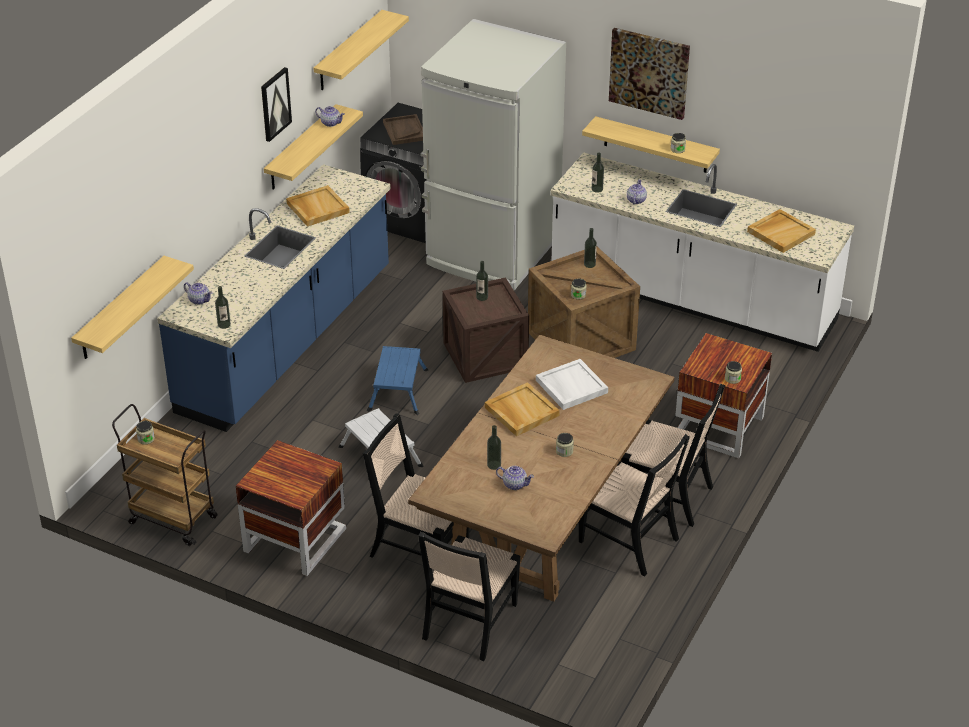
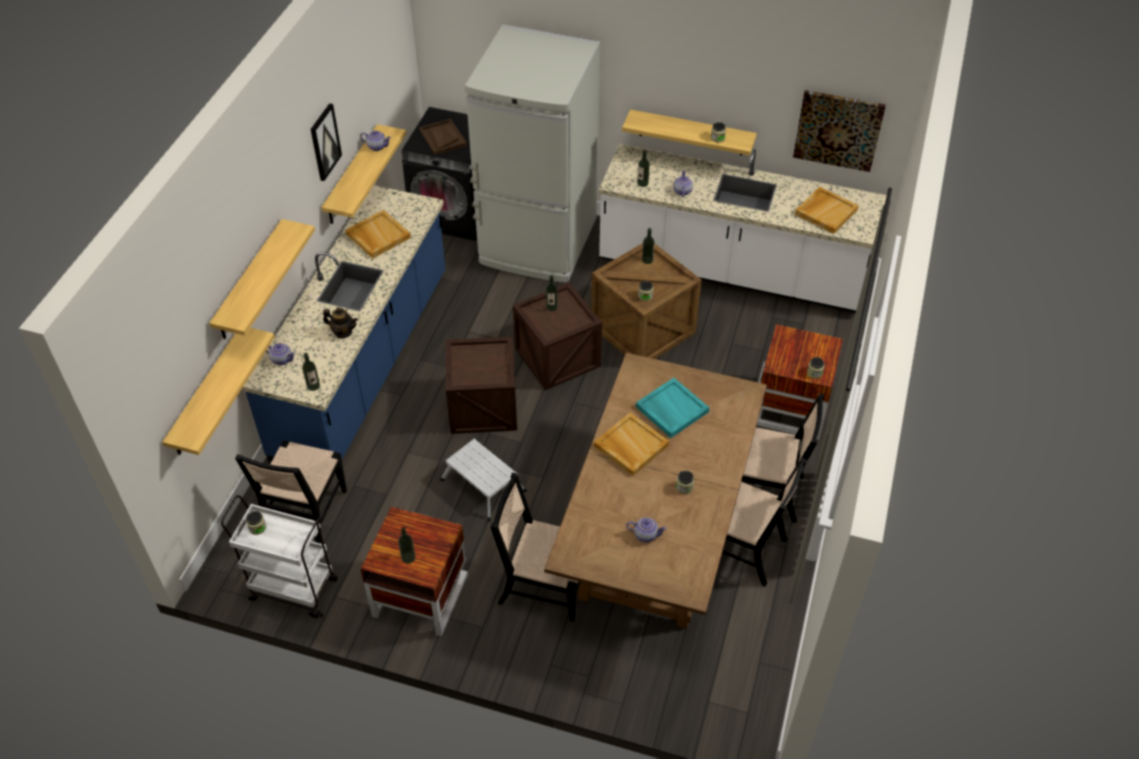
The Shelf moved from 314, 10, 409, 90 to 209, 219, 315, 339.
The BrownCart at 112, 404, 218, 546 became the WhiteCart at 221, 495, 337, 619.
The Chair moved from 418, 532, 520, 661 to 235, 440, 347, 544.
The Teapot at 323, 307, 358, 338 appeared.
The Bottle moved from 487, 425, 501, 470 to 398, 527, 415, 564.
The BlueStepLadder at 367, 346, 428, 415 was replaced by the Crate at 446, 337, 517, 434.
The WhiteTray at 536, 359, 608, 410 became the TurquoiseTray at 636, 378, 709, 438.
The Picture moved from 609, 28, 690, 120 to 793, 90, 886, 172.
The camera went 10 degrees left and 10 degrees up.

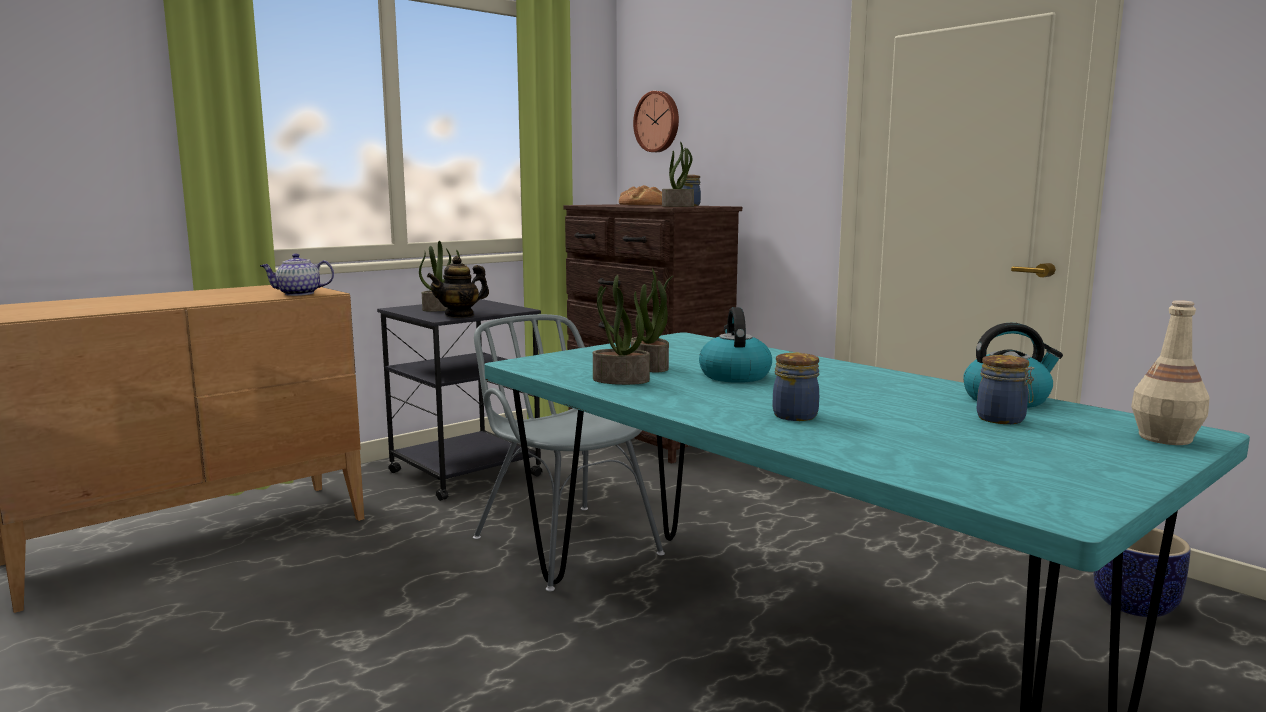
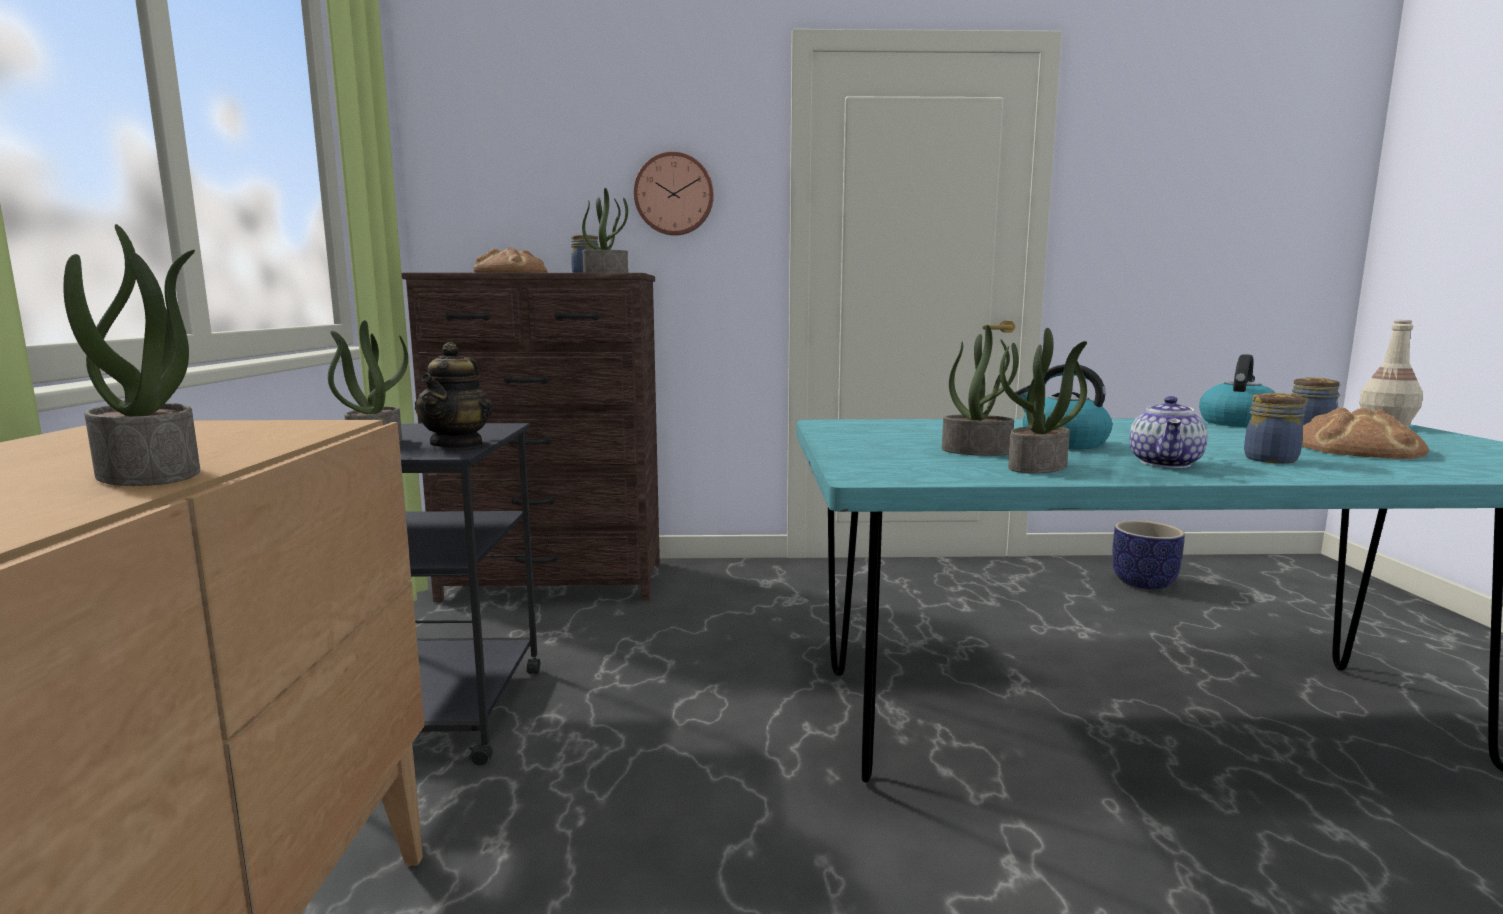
The PottedPlant at 63, 224, 200, 486 appeared.
The WallClock moved from 633, 91, 679, 152 to 634, 152, 714, 236.
The Teapot moved from 260, 253, 334, 296 to 1129, 396, 1207, 468.
The Bread at 1302, 407, 1429, 459 appeared.
The GreyChair at 473, 314, 665, 591 disappeared.
The camera went 50 degrees left and 0 degrees up.

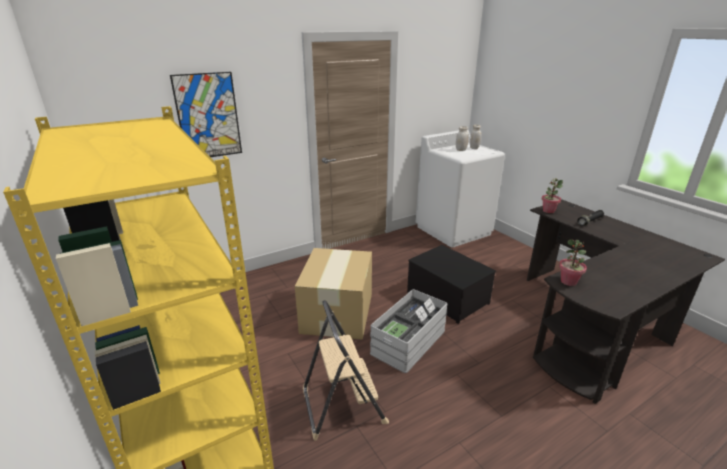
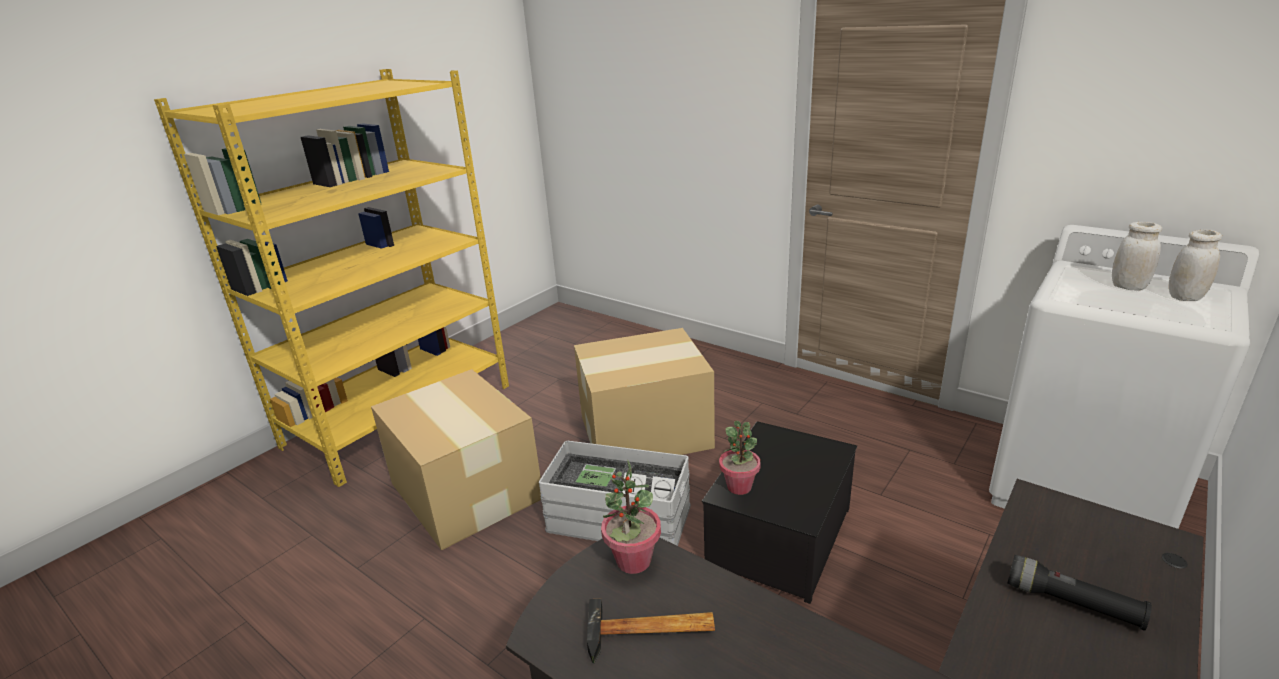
The BeigeStepLadder at 303, 300, 389, 441 was replaced by the CardboardBox at 371, 369, 541, 551.
The Hammer at 587, 599, 715, 663 appeared.
The PottedPlant moved from 542, 178, 563, 213 to 719, 421, 761, 495.
The Picture at 170, 72, 242, 157 disappeared.
The camera went 70 degrees right and 0 degrees up.

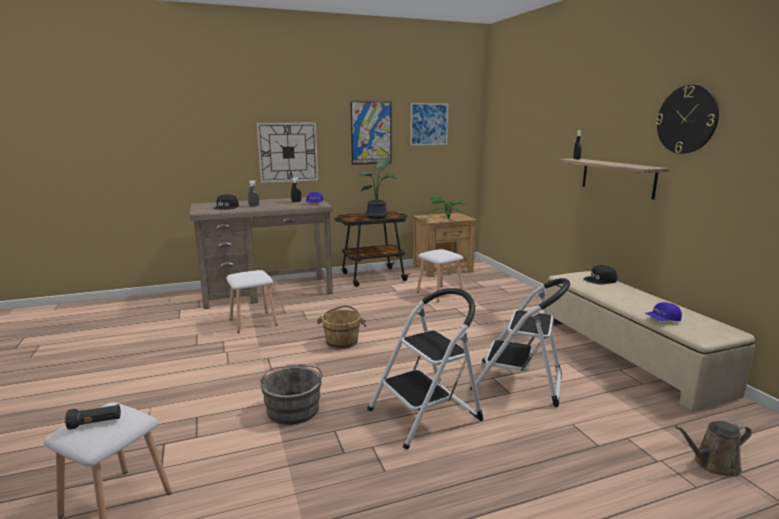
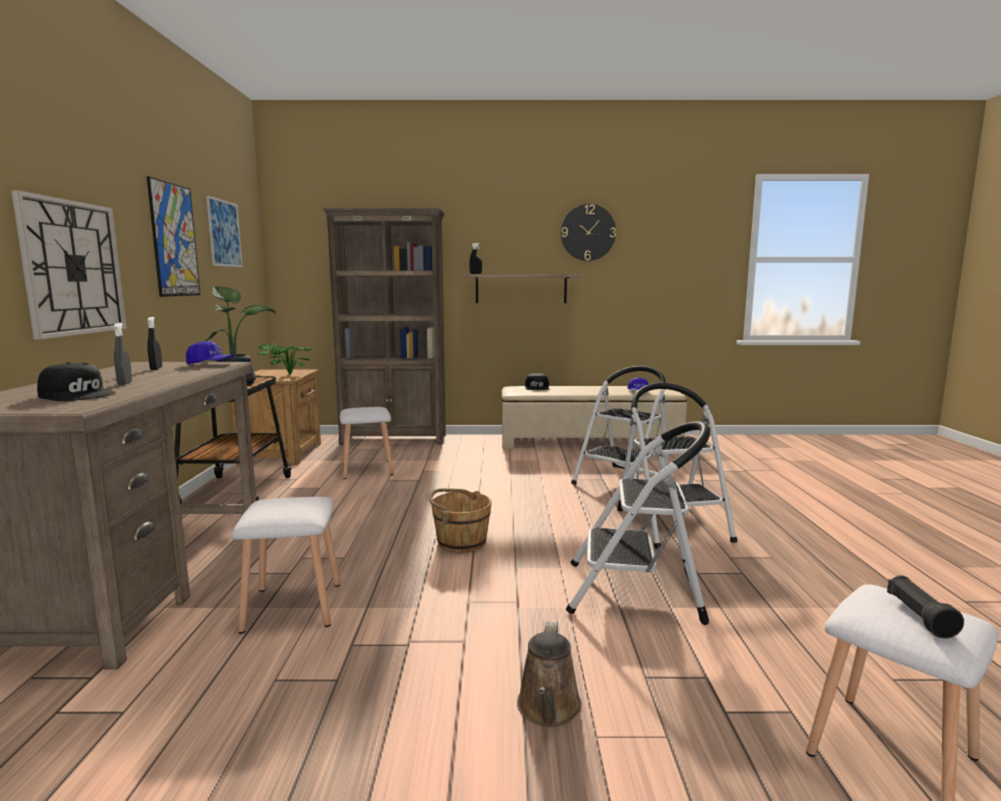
The BrownBookcase at 322, 208, 446, 445 appeared.
The BrownWateringCan moved from 675, 421, 752, 477 to 517, 621, 582, 727.
The GreyBucket at 260, 364, 323, 425 was replaced by the StepLadder at 566, 421, 710, 625.
The camera went 70 degrees left and 5 degrees down.

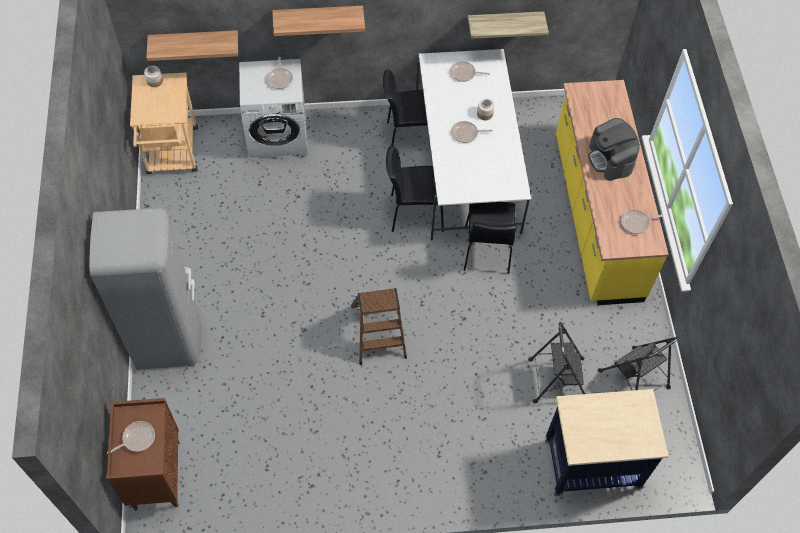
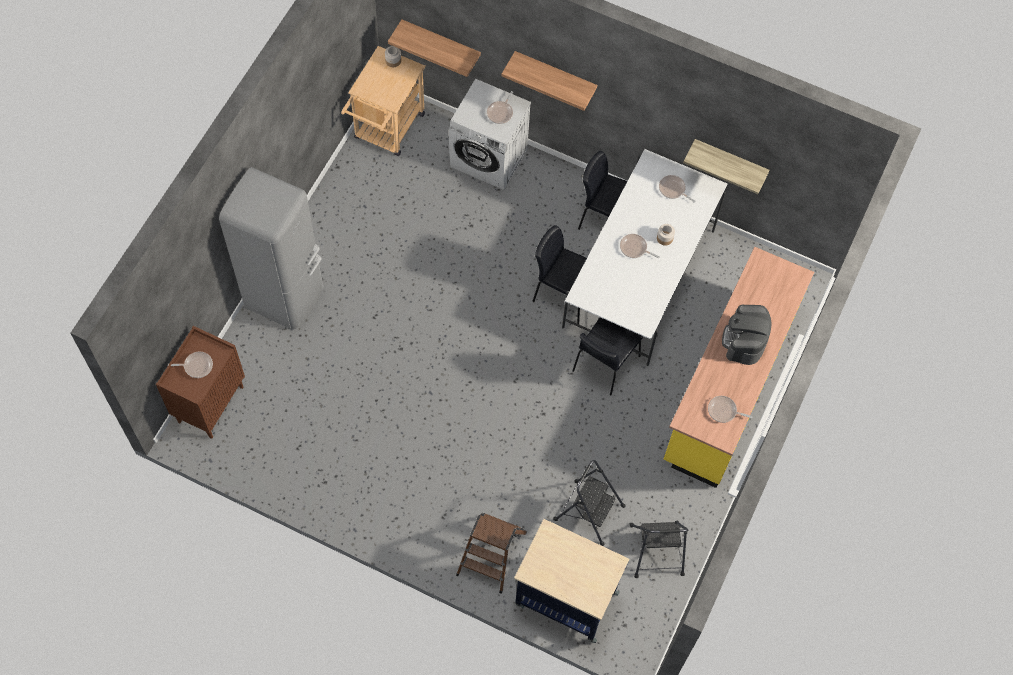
The BrownStepLadder moved from 351, 288, 407, 365 to 456, 513, 527, 594.
The camera went 30 degrees right and 5 degrees up.

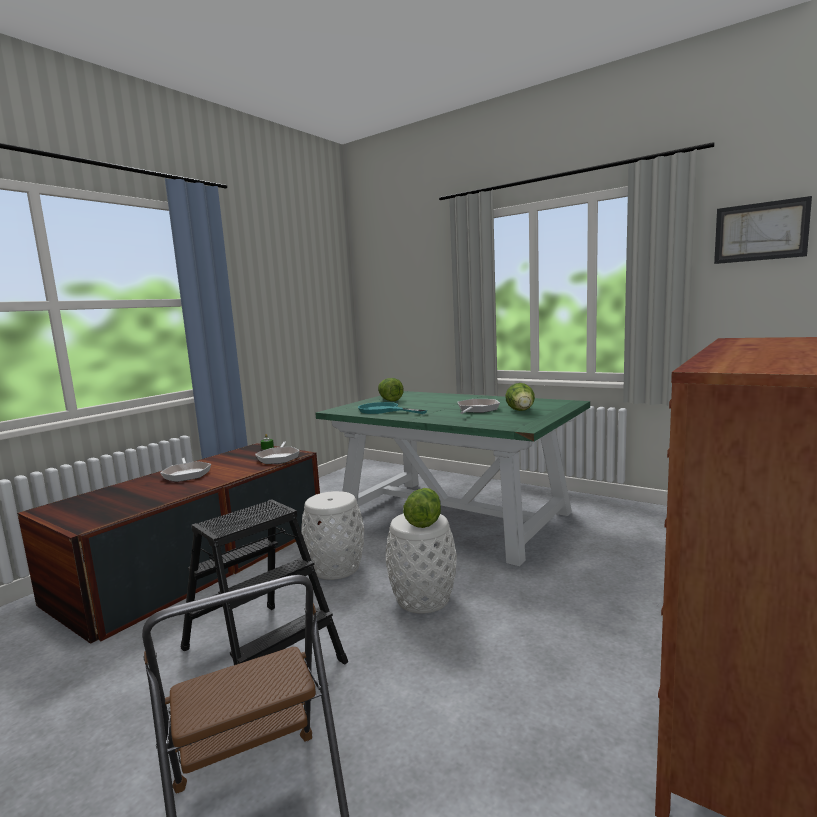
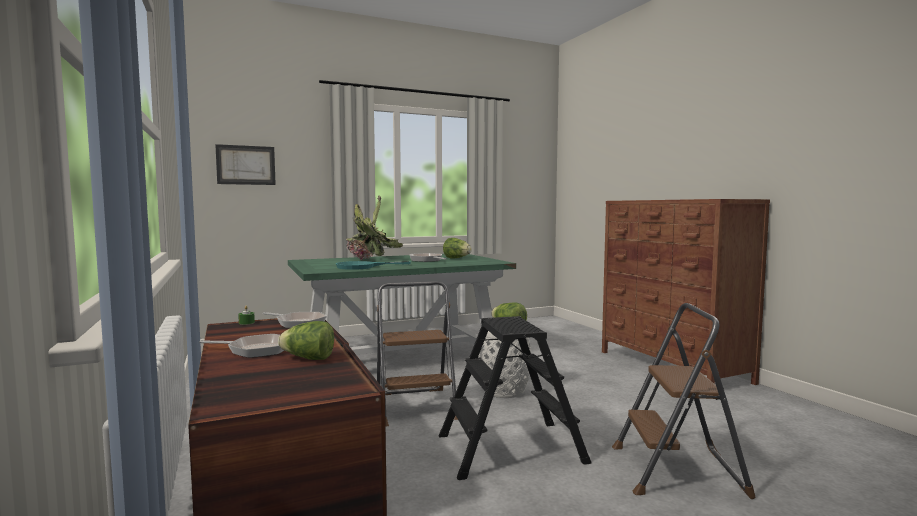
The Picture moved from 714, 196, 812, 264 to 215, 144, 276, 185.
The Lettuce moved from 378, 378, 404, 401 to 278, 321, 334, 360.
The PottedPlant at 346, 195, 403, 260 appeared.
The WhiteStool at 301, 491, 364, 580 was replaced by the BrownStepLadder at 377, 281, 458, 427.
The camera went 60 degrees left and 5 degrees down.

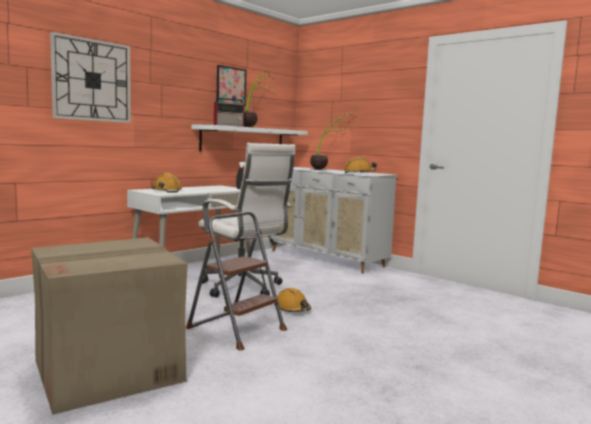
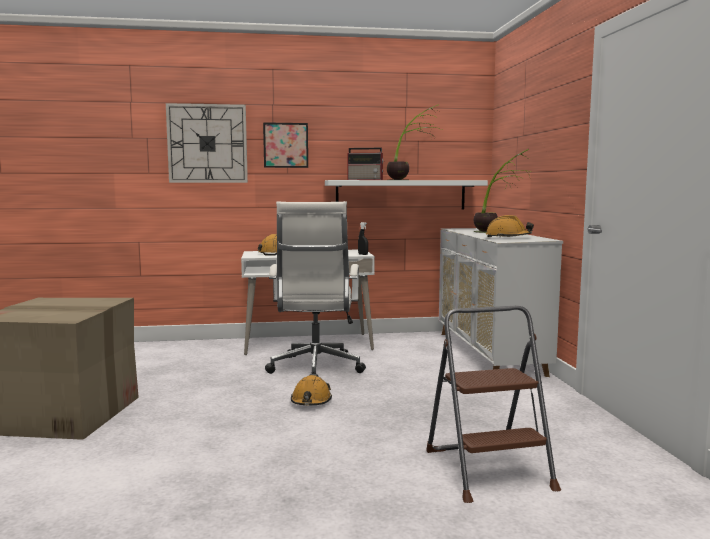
The Picture moved from 217, 65, 246, 106 to 263, 122, 308, 168.
The BrownStepLadder moved from 186, 212, 287, 351 to 426, 306, 561, 503.
The camera went 40 degrees right and 0 degrees up.

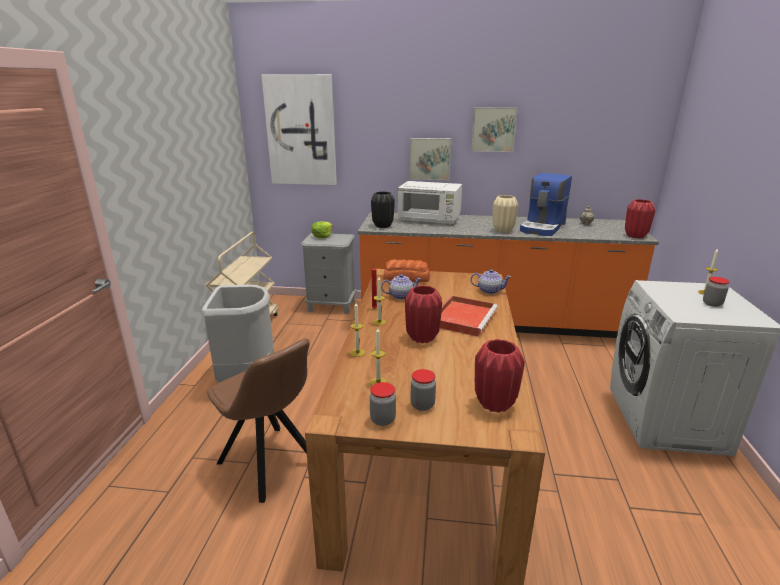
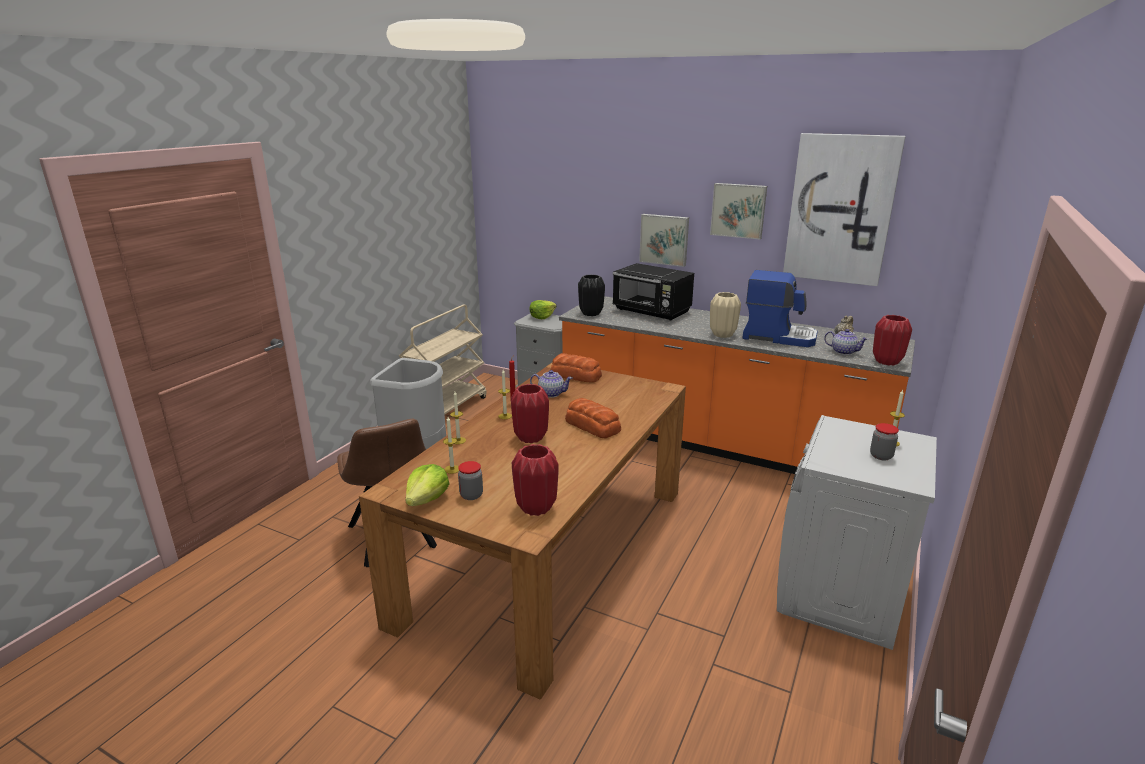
The Jar at 370, 382, 396, 426 was replaced by the Lettuce at 405, 464, 450, 506.
The RedTray at 440, 296, 498, 337 was replaced by the Bread at 565, 398, 621, 438.
The WhiteMicrowave at 398, 181, 462, 225 became the BlackMicrowave at 613, 263, 694, 321.
The CoffeeMachine at 520, 173, 572, 236 turned 120 degrees counterclockwise.
The Picture moved from 261, 74, 337, 185 to 783, 133, 906, 286.
The Teapot moved from 470, 269, 511, 294 to 824, 329, 868, 355.
The camera went 20 degrees right and 0 degrees up.

